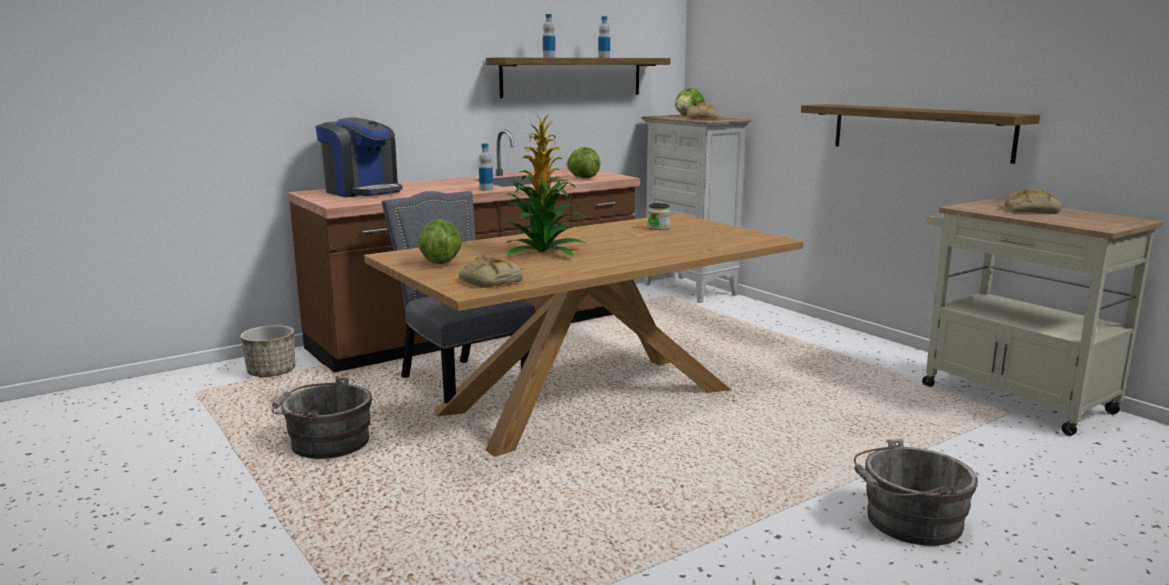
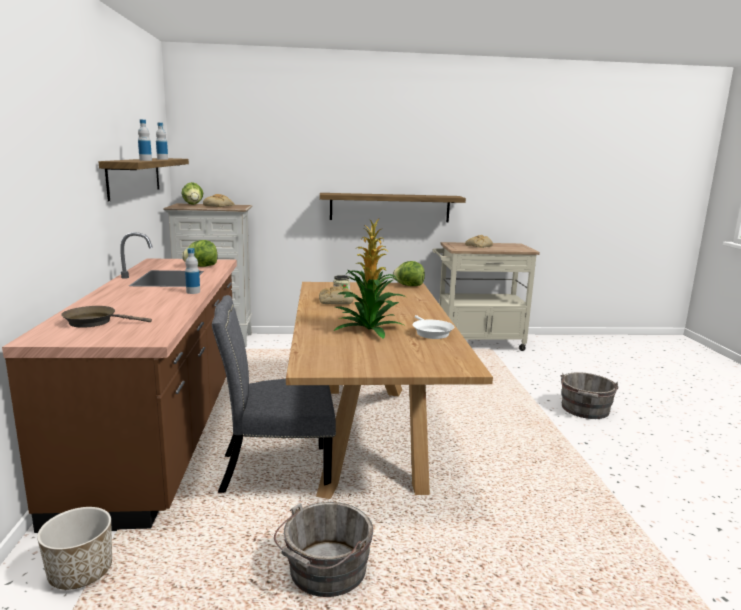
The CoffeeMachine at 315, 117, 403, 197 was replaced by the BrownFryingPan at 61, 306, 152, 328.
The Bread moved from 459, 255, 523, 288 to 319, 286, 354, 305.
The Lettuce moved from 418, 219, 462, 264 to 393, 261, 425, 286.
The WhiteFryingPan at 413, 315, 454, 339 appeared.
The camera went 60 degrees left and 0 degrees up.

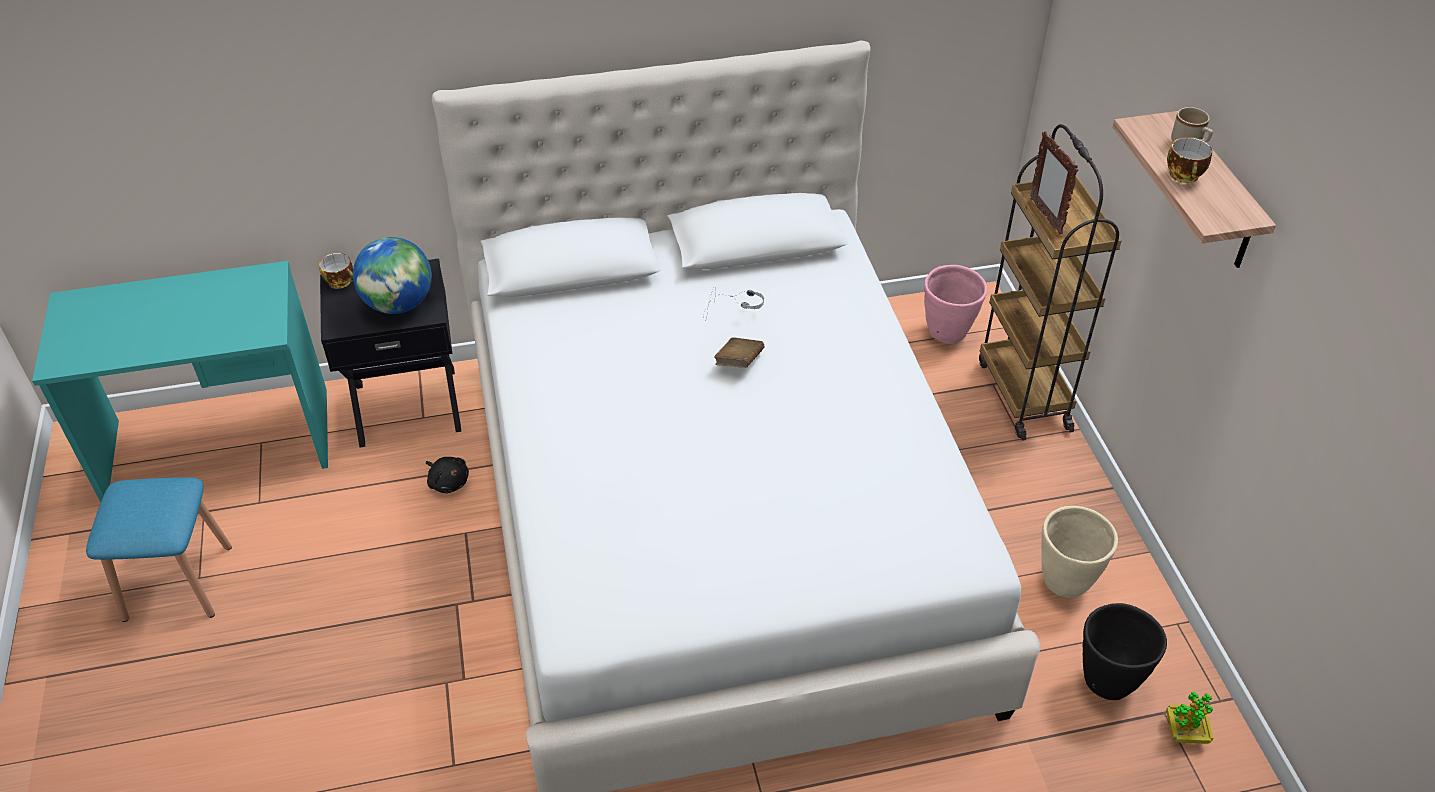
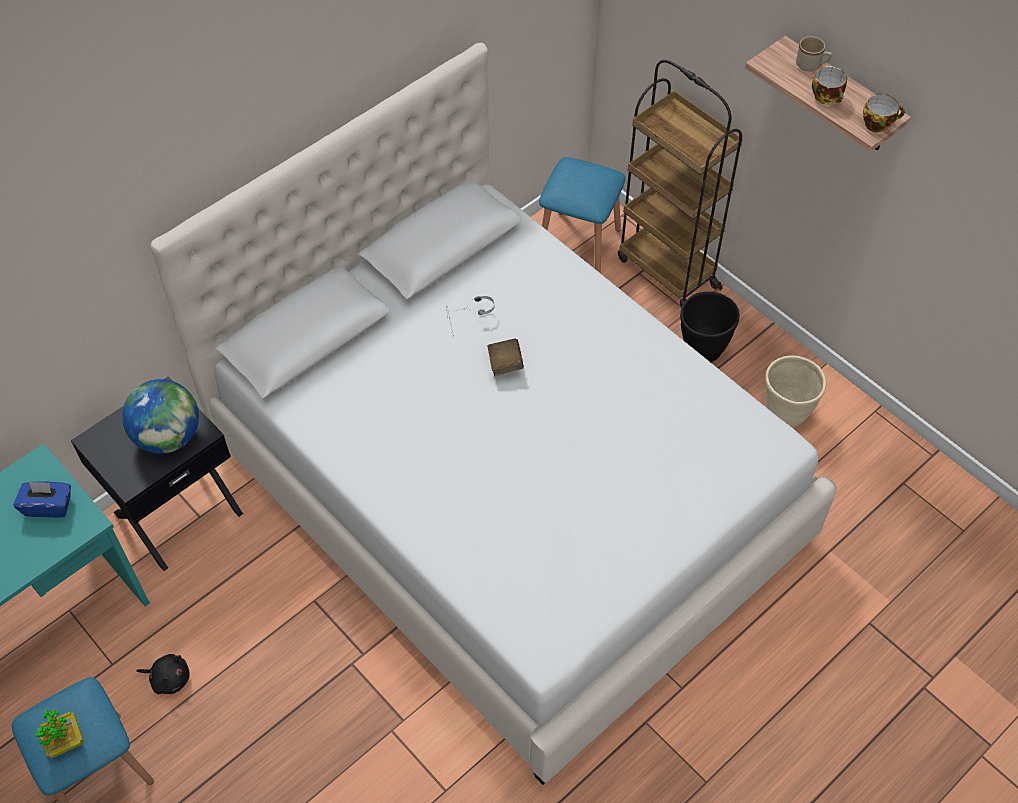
The BlueTissueBox at 13, 481, 71, 518 appeared.
The PottedPlant moved from 1166, 692, 1213, 744 to 35, 709, 84, 759.
The BlackPlushToy moved from 426, 457, 469, 494 to 137, 654, 190, 694.
The PinkPlanter at 924, 265, 987, 344 was replaced by the BlueStool at 539, 157, 625, 273.
The BlackPlanter moved from 1083, 603, 1167, 700 to 680, 292, 739, 362.
The Cup moved from 319, 253, 353, 289 to 863, 94, 905, 133.
The PictureFrame at 1030, 131, 1078, 234 disappeared.
The camera went 30 degrees left and 10 degrees up.

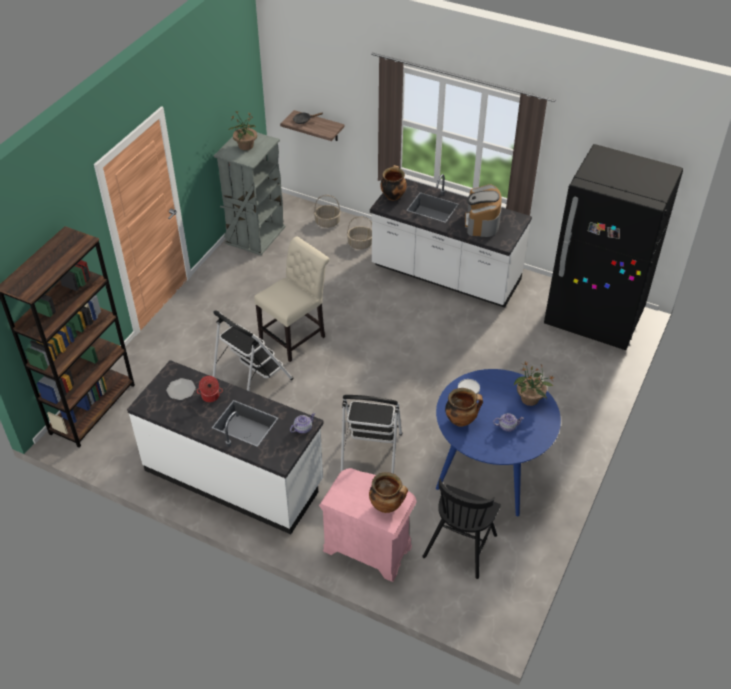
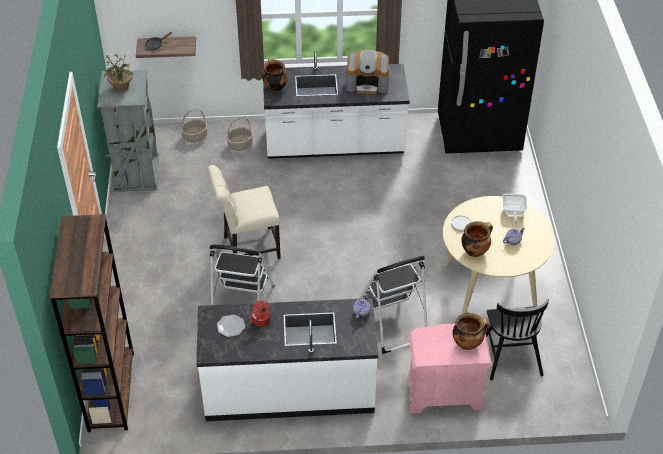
The BeigeChair at 254, 237, 329, 362 turned 120 degrees counterclockwise.
The CoffeeMachine at 465, 184, 502, 237 turned 60 degrees counterclockwise.
The BlueDiningTable at 436, 369, 561, 516 became the BeigeDiningTable at 443, 196, 555, 314.
The PottedPlant at 514, 362, 555, 406 was replaced by the FryingPan at 503, 193, 527, 225.
The camera went 30 degrees left and 0 degrees up.

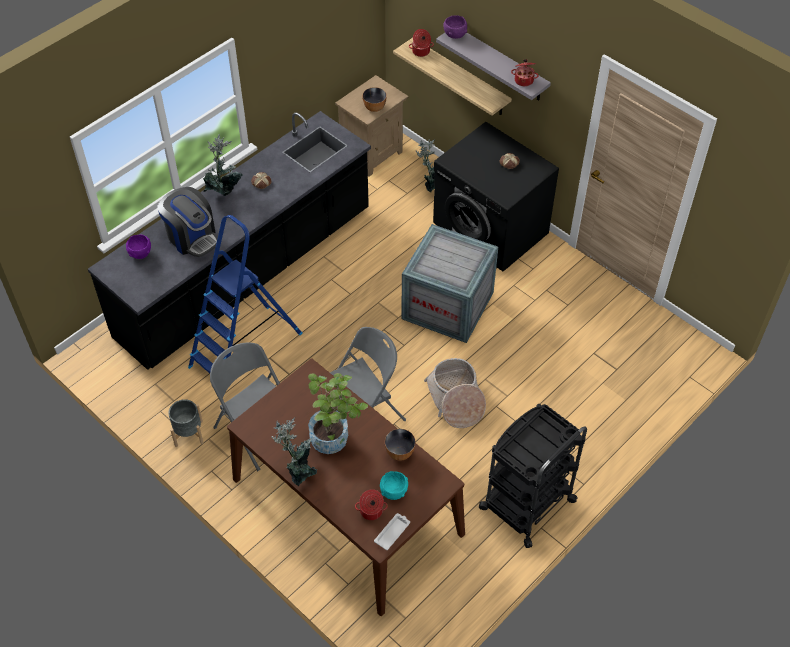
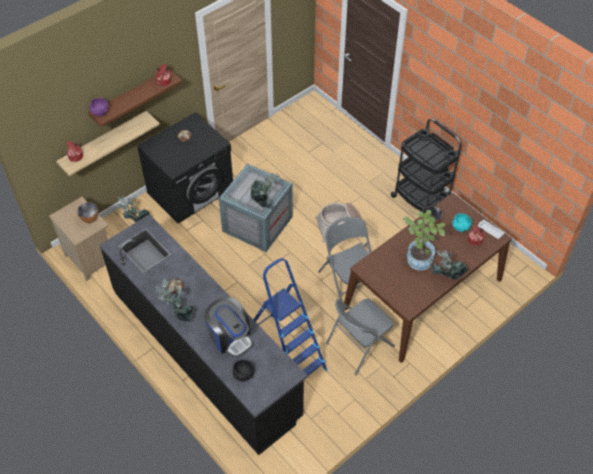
The GreyShelf at 436, 33, 551, 100 became the BrownShelf at 88, 69, 182, 127.
The CoffeeMachine at 158, 187, 218, 257 turned 90 degrees clockwise.
The PurpleBowl at 126, 235, 151, 259 became the BlackBowl at 233, 360, 255, 382.
The PottedPlant at 251, 173, 280, 210 appeared.
The GreyPlanter at 168, 399, 204, 447 disappeared.
The camera went 85 degrees left and 0 degrees up.

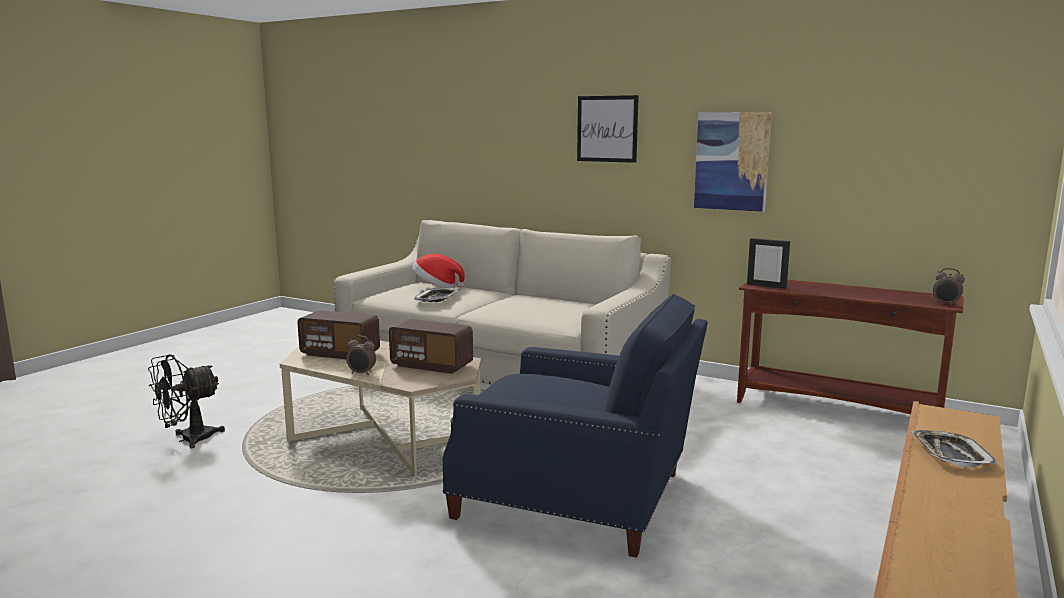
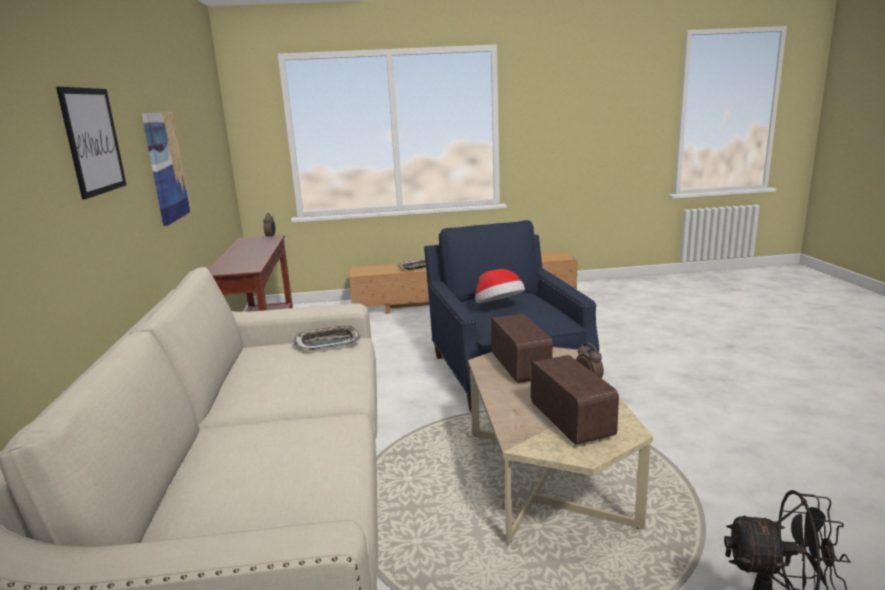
The Tray moved from 414, 288, 460, 302 to 293, 324, 360, 350.
The Hat moved from 412, 254, 465, 288 to 475, 269, 525, 303.
The PictureFrame at 747, 238, 790, 289 disappeared.
The camera went 125 degrees left and 5 degrees up.

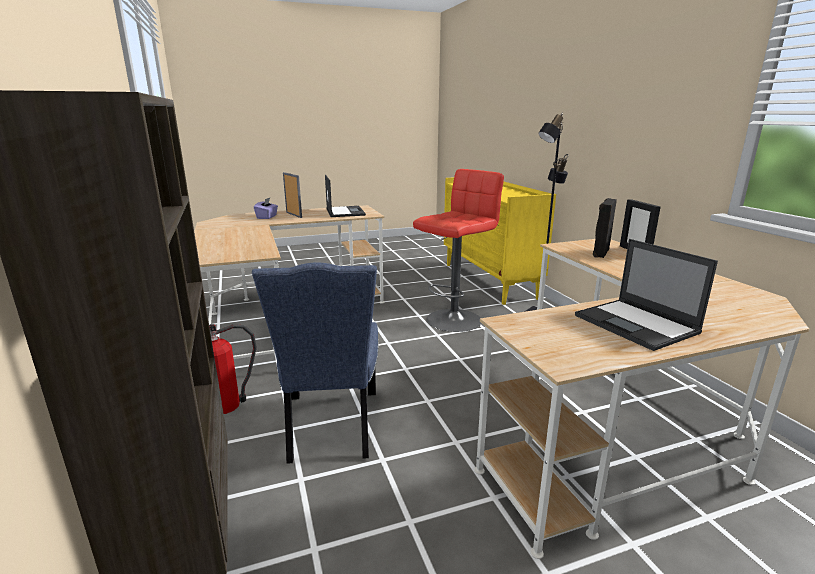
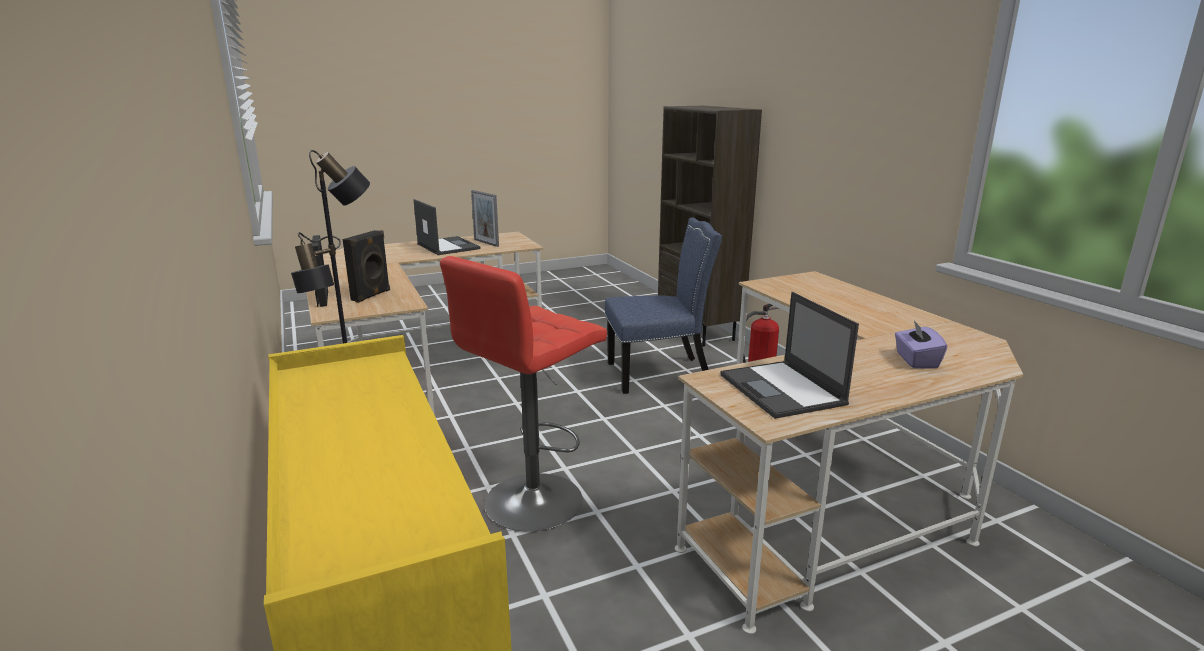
The PictureFrame moved from 283, 172, 302, 218 to 471, 190, 499, 247.
The BlueChair at 252, 262, 379, 464 turned 90 degrees clockwise.
The camera went 175 degrees right and 0 degrees up.

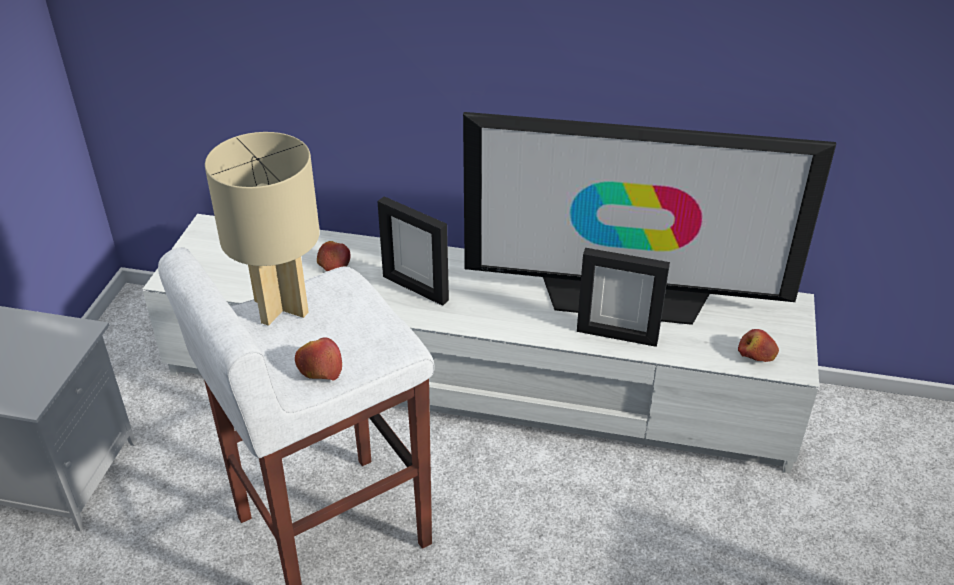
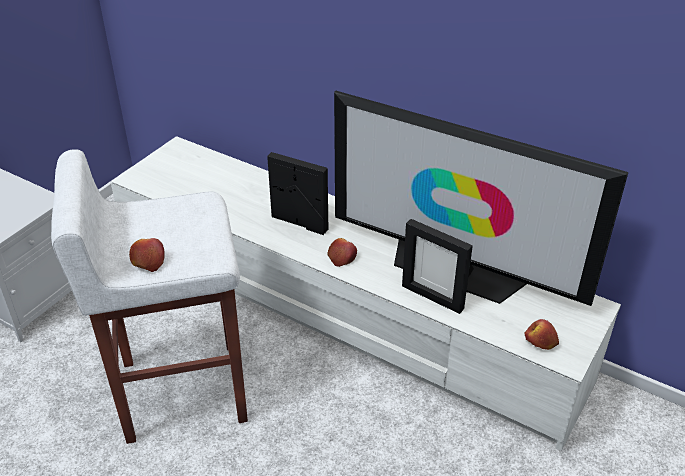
The PictureFrame at 377, 196, 449, 306 turned 150 degrees clockwise.
The Apple moved from 317, 241, 351, 271 to 327, 238, 357, 267.
The BeigeTableLamp at 205, 132, 320, 326 disappeared.
The camera went 20 degrees right and 0 degrees up.

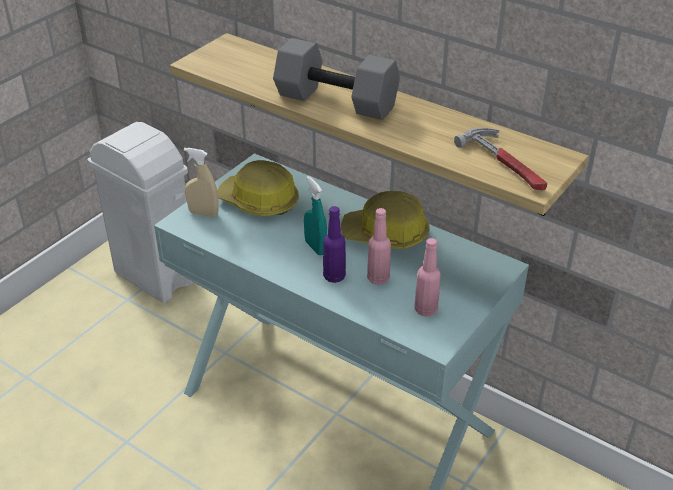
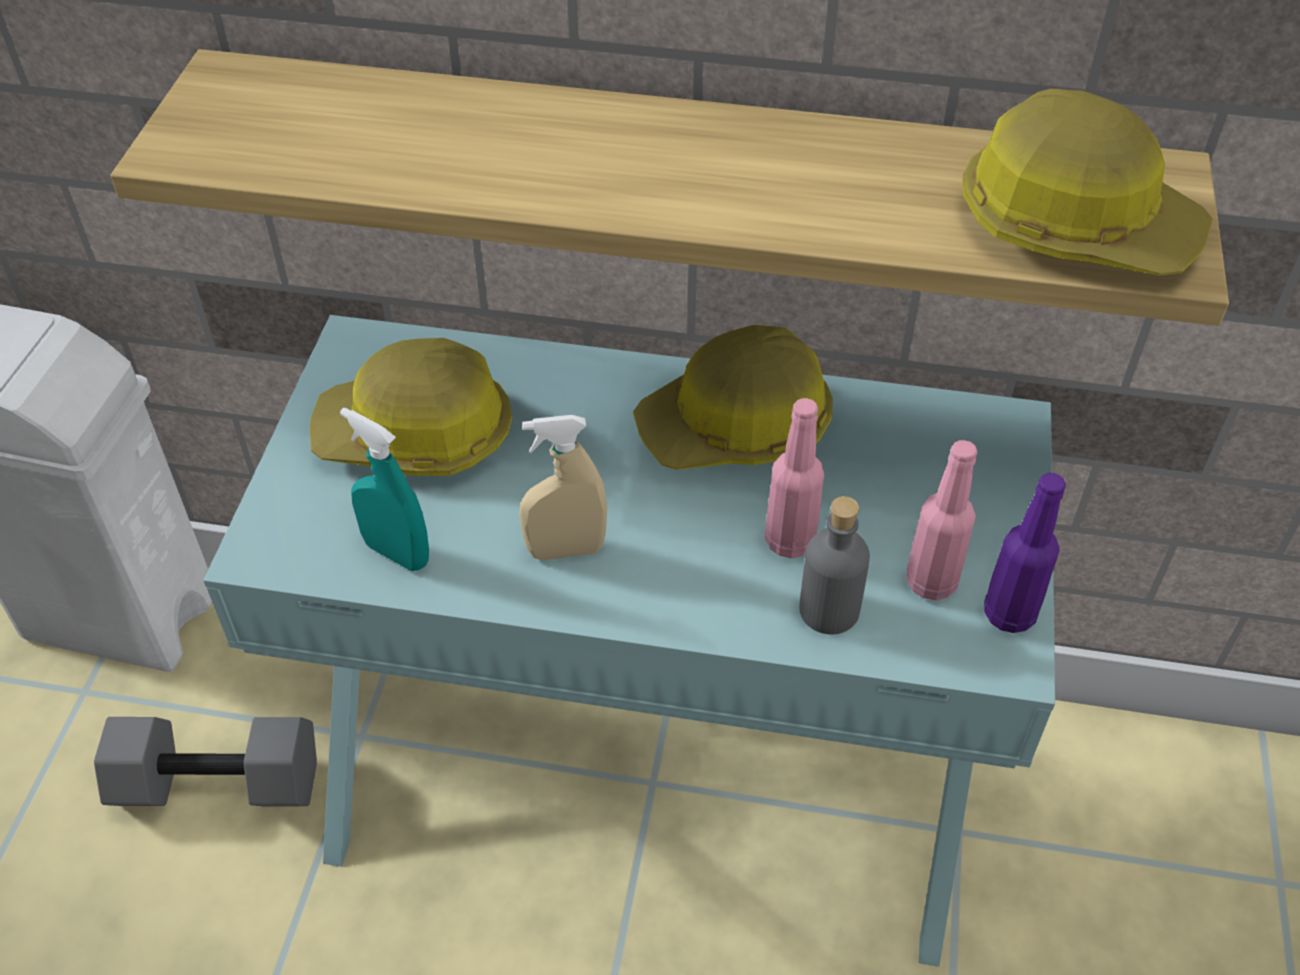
The GreyDumbbell moved from 273, 38, 400, 120 to 94, 717, 317, 806.
The TurquoiseSprayBottle moved from 304, 176, 327, 256 to 340, 407, 429, 571.
The BeigeSprayBottle moved from 184, 148, 219, 217 to 519, 415, 607, 560.
The GreyBottle at 799, 496, 870, 634 appeared.
The Hammer at 454, 127, 547, 191 was replaced by the HardHat at 962, 89, 1213, 275.
The PurpleBottle moved from 323, 206, 346, 283 to 984, 473, 1066, 633.
The camera went 25 degrees left and 10 degrees up.

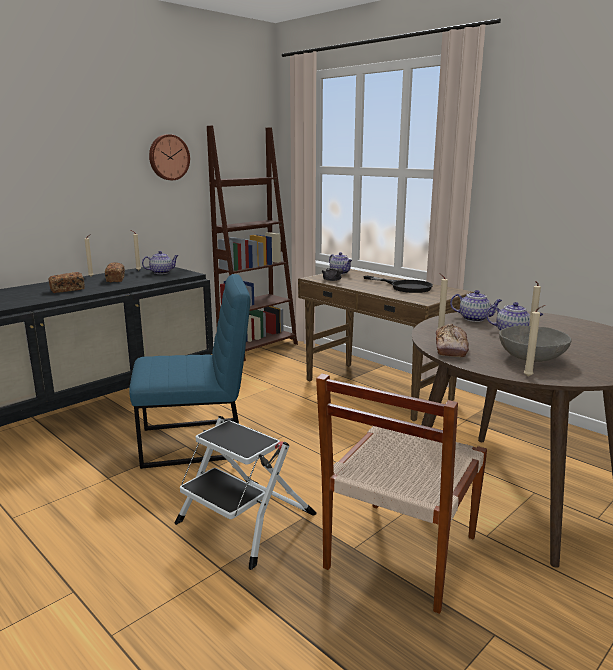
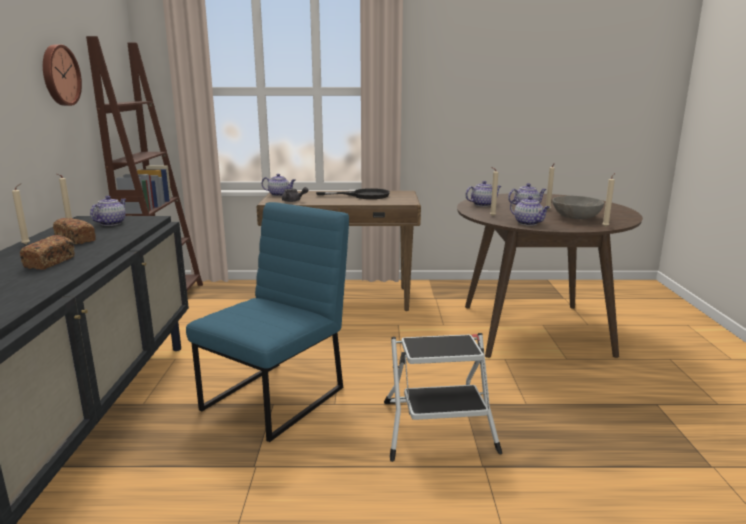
The Bread at 436, 324, 469, 357 was replaced by the Teapot at 510, 196, 550, 226.
The Chair at 316, 374, 487, 614 disappeared.
The camera went 45 degrees left and 0 degrees up.

